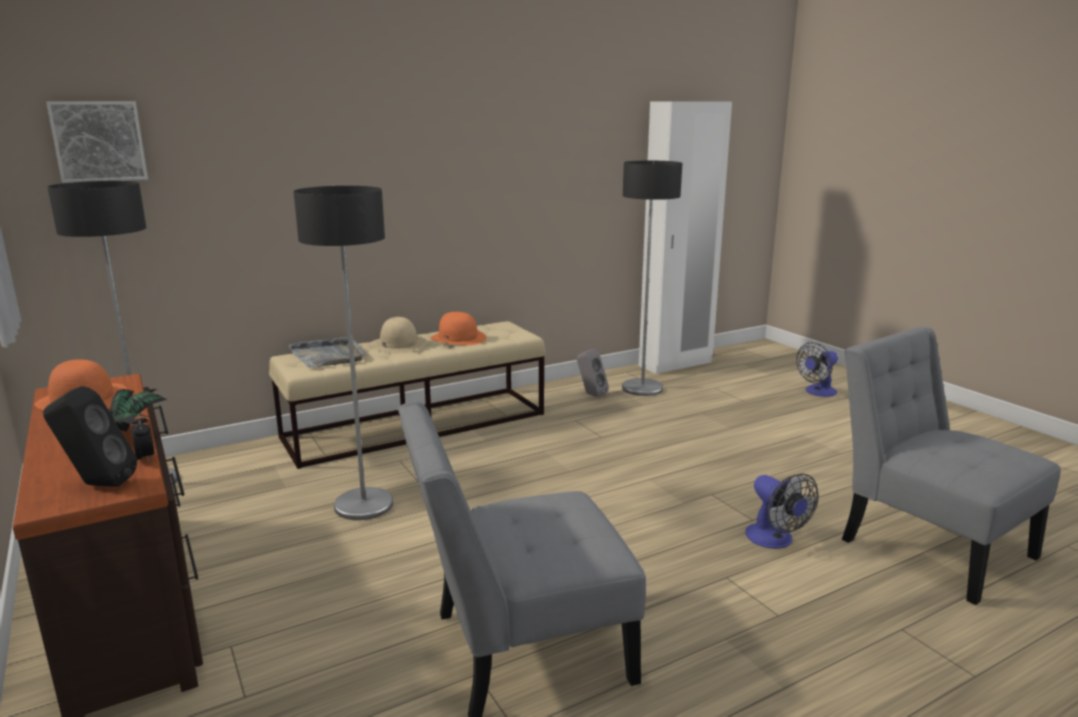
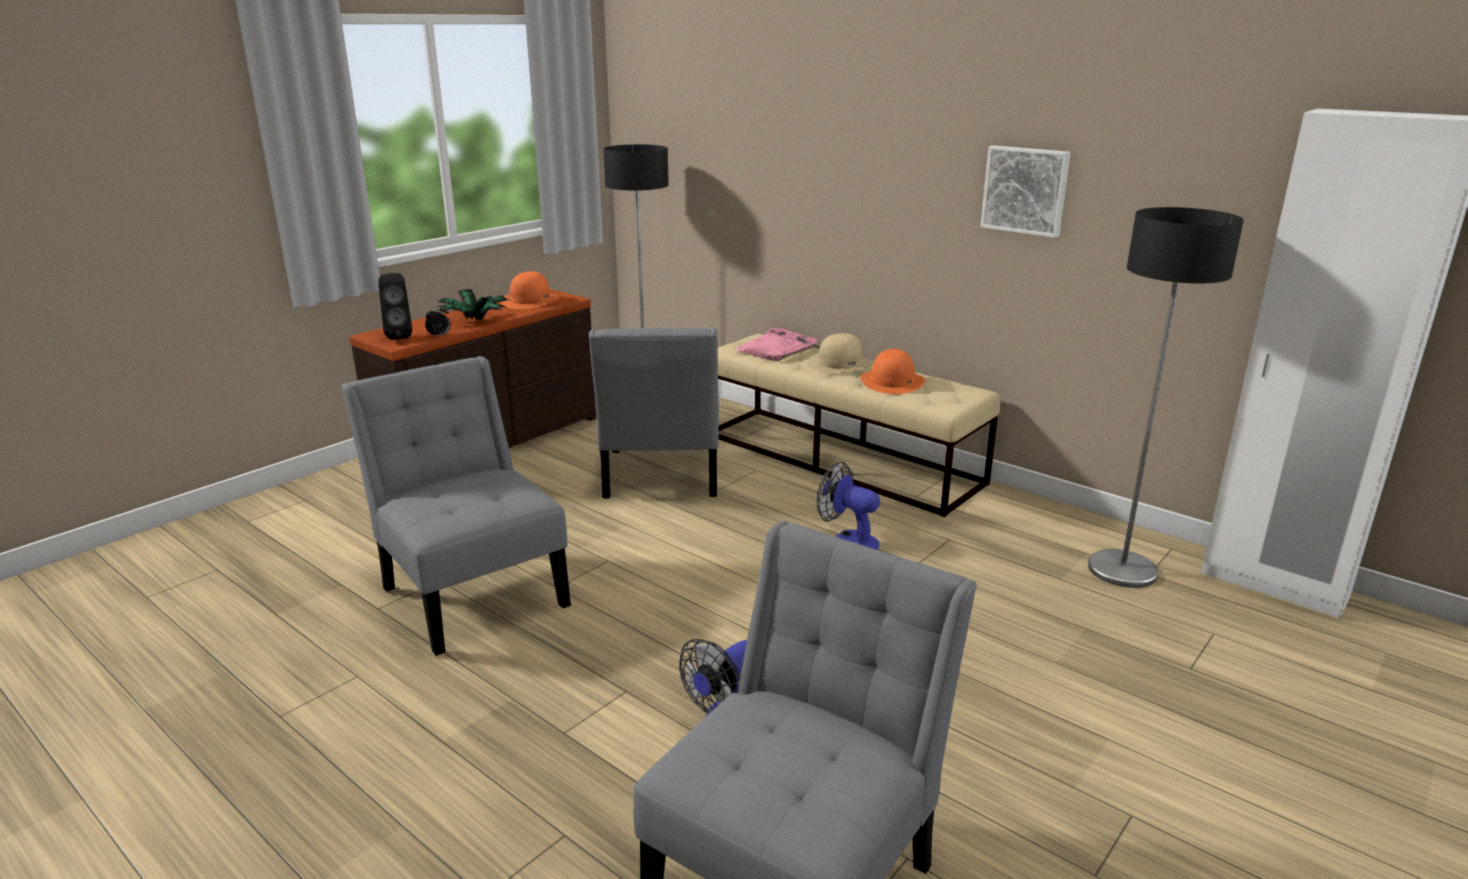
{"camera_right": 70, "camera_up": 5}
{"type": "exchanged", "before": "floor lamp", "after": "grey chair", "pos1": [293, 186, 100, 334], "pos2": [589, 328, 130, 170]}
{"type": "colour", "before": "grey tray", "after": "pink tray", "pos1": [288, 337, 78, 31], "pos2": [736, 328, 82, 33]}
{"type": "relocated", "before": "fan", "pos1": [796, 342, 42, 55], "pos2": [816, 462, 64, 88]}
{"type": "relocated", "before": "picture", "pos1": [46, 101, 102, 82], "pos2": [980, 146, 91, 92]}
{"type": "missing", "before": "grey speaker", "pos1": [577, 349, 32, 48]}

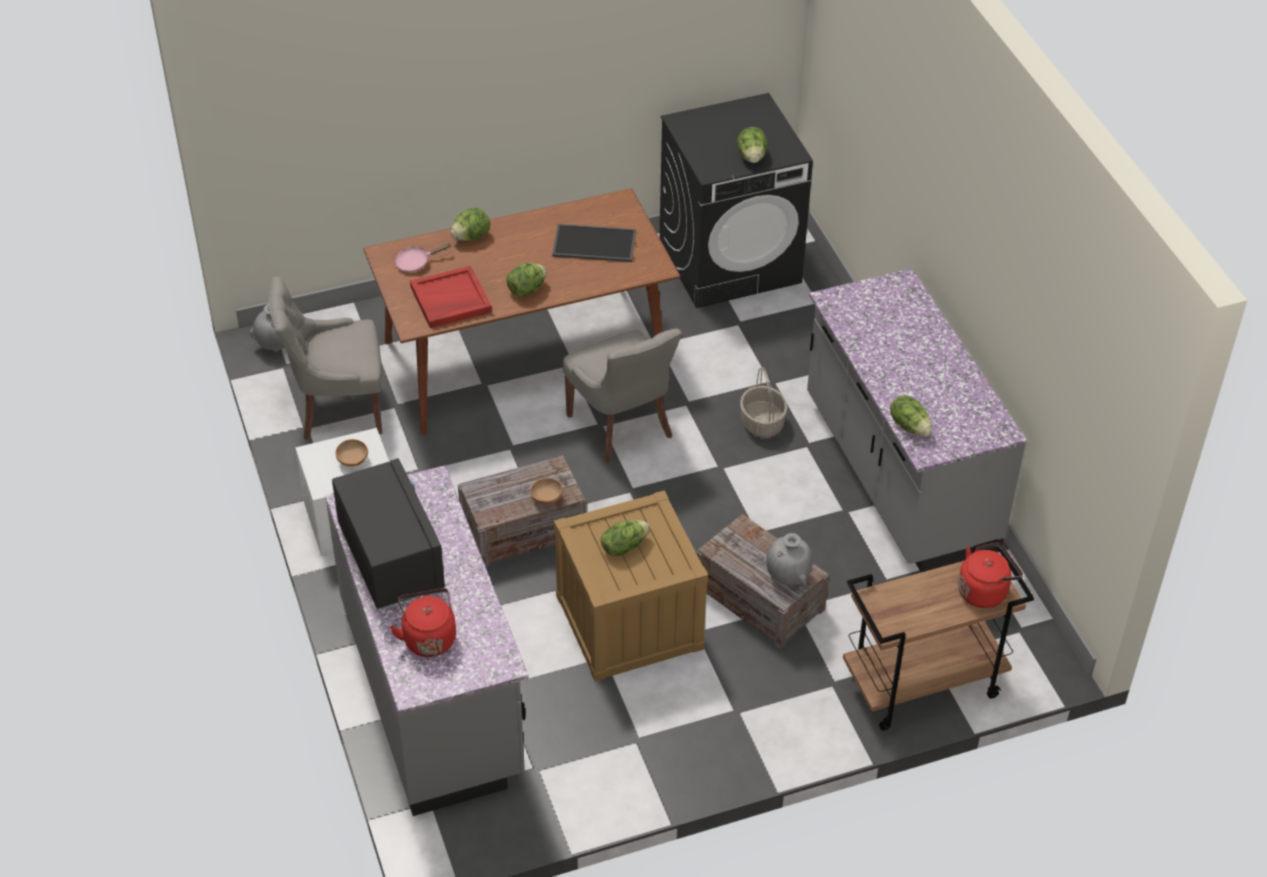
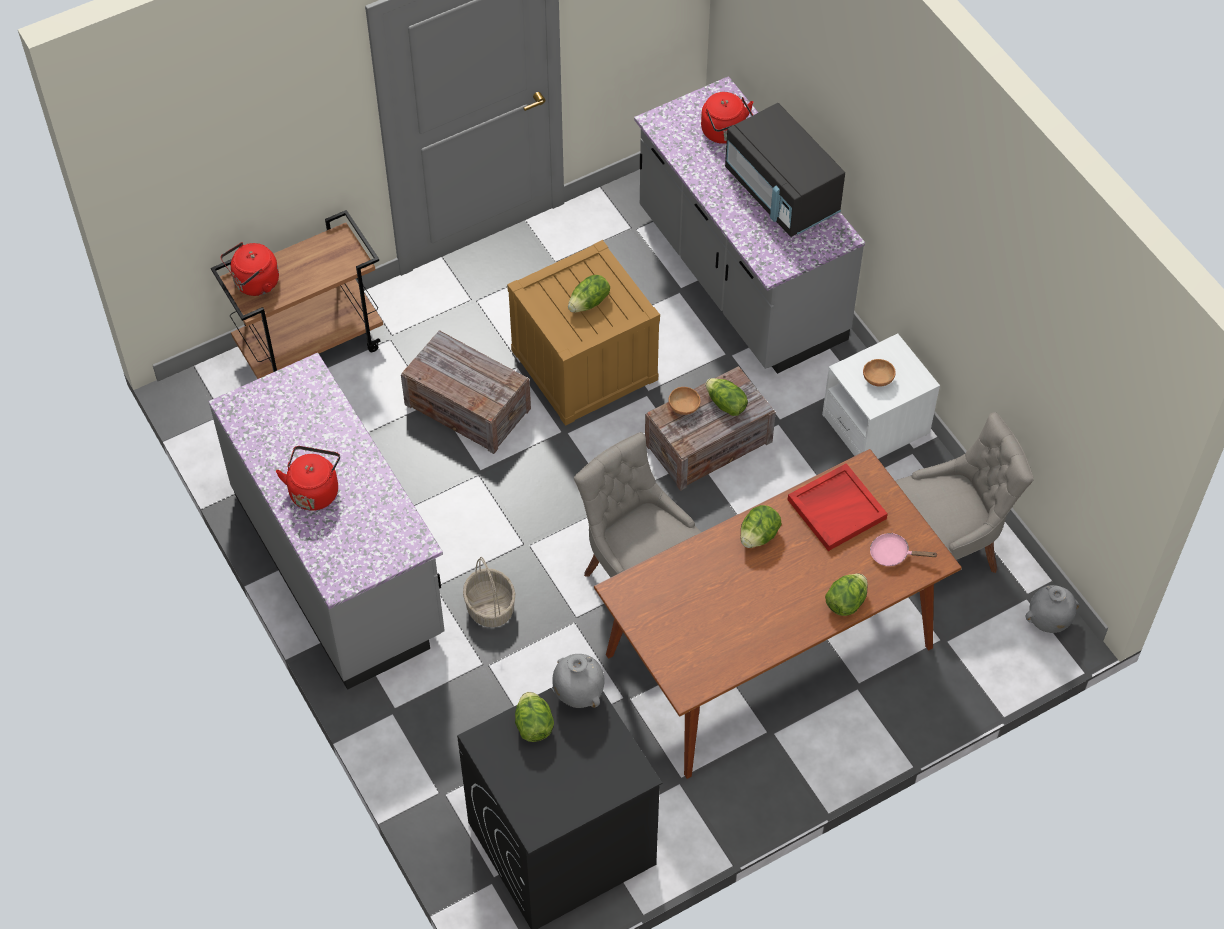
{"camera_right": 170, "camera_up": 10}
{"type": "appeared", "after": "red kettle", "pos2": [276, 446, 64, 65]}
{"type": "relocated", "before": "grey vase", "pos1": [766, 533, 47, 52], "pos2": [552, 654, 53, 54]}
{"type": "relocated", "before": "lettuce", "pos1": [890, 395, 42, 41], "pos2": [705, 378, 43, 38]}
{"type": "spun", "before": "pink frying pan", "pos1": [395, 243, 57, 29], "pos2": [870, 533, 68, 33], "turn": -135}
{"type": "missing", "before": "tray", "pos1": [552, 224, 84, 38]}

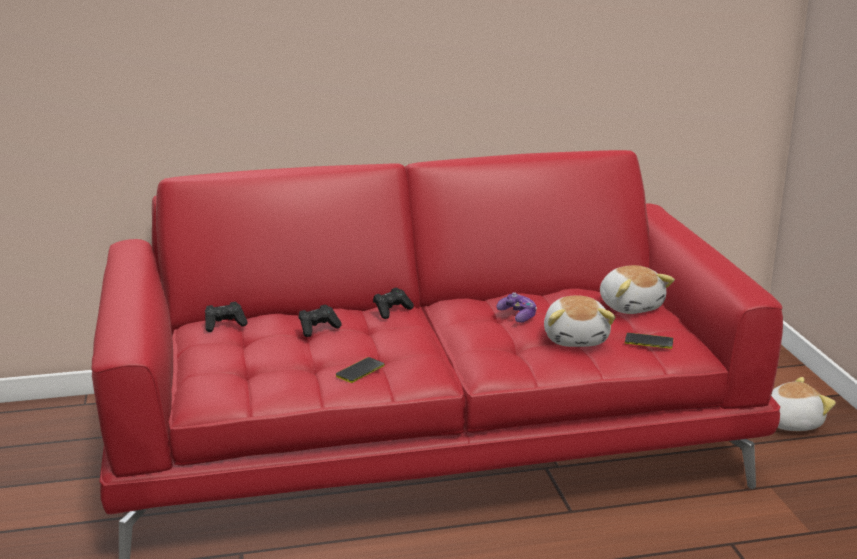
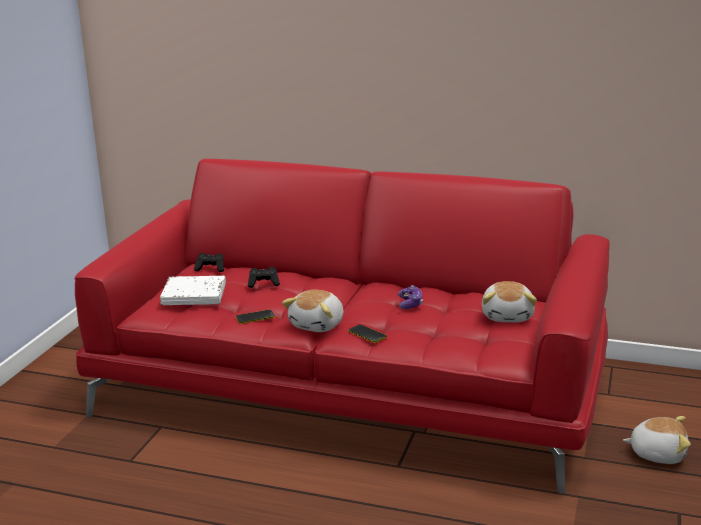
{"camera_right": 30, "camera_up": 0}
{"type": "appeared", "after": "white book", "pos2": [160, 276, 66, 29]}
{"type": "relocated", "before": "plush toy", "pos1": [544, 296, 72, 51], "pos2": [282, 290, 61, 42]}
{"type": "relocated", "before": "phone", "pos1": [625, 333, 48, 16], "pos2": [348, 324, 39, 19]}
{"type": "missing", "before": "black game controller", "pos1": [373, 288, 41, 31]}

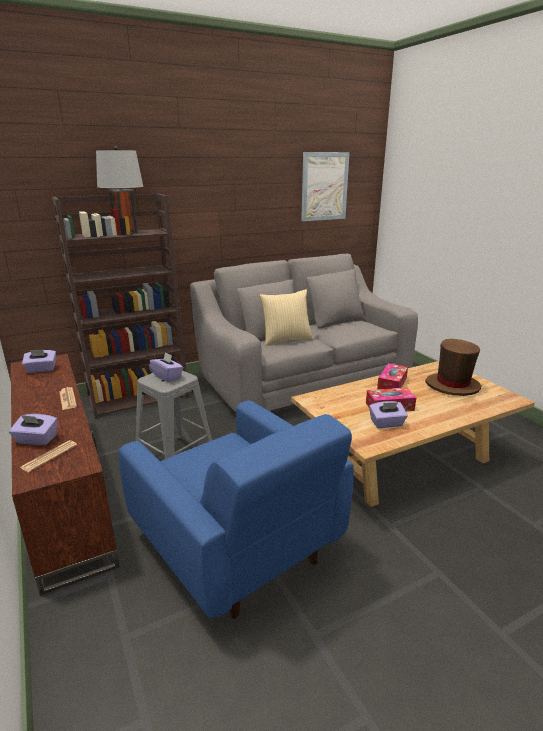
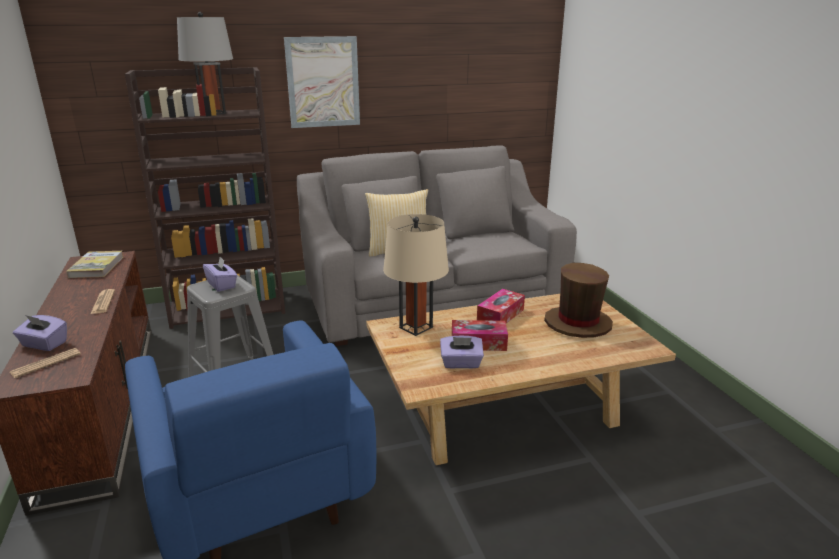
{"camera_right": 10, "camera_up": 0}
{"type": "exchanged", "before": "purple tissue box", "after": "book", "pos1": [22, 349, 34, 24], "pos2": [66, 251, 57, 27]}
{"type": "relocated", "before": "picture", "pos1": [301, 152, 49, 69], "pos2": [284, 36, 76, 92]}
{"type": "appeared", "after": "beige table lamp", "pos2": [383, 214, 66, 122]}

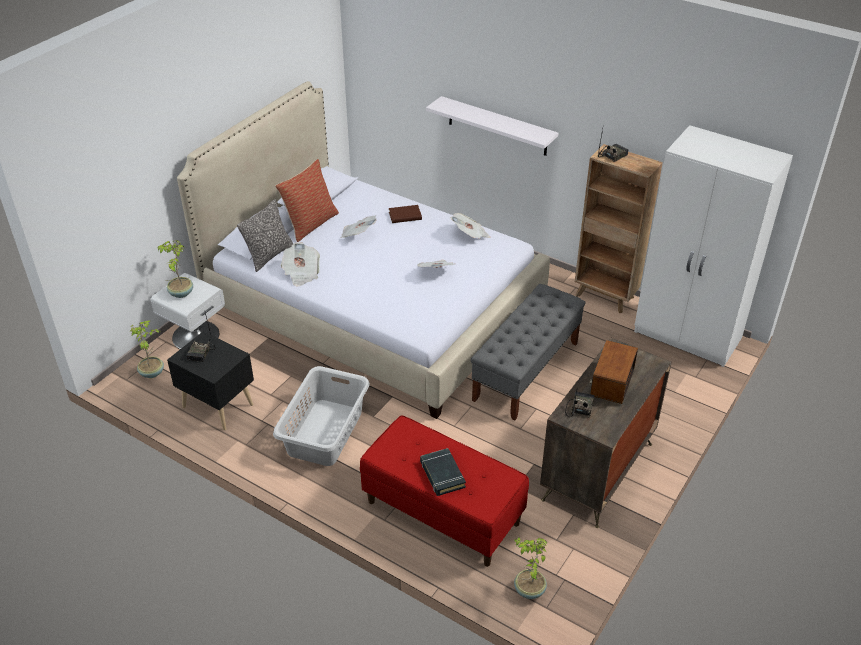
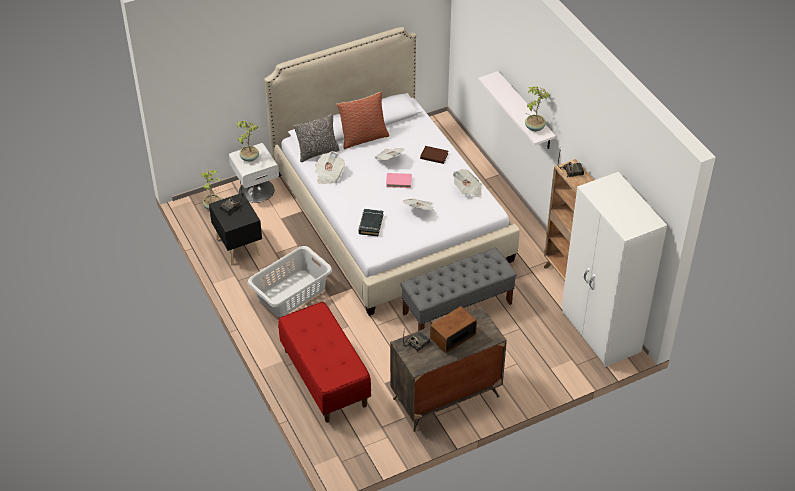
{"camera_right": 30, "camera_up": 5}
{"type": "relocated", "before": "black book", "pos1": [420, 448, 46, 48], "pos2": [359, 209, 24, 27]}
{"type": "appeared", "after": "pink book", "pos2": [386, 173, 26, 15]}
{"type": "relocated", "before": "potted plant", "pos1": [514, 538, 33, 61], "pos2": [525, 87, 25, 45]}

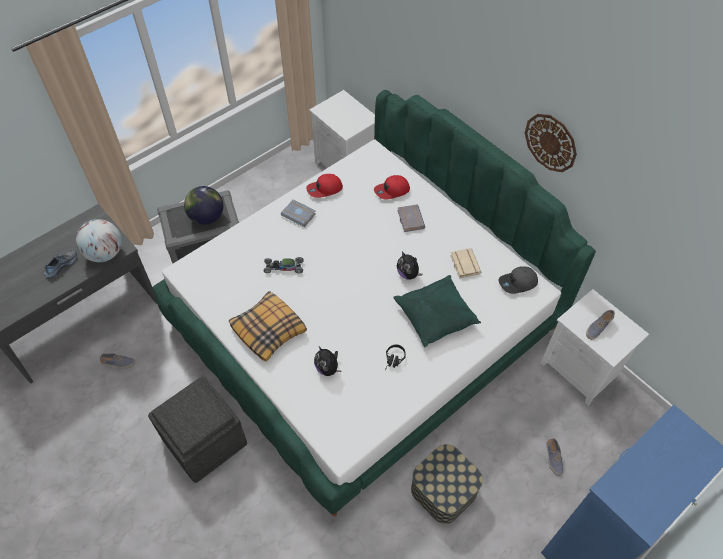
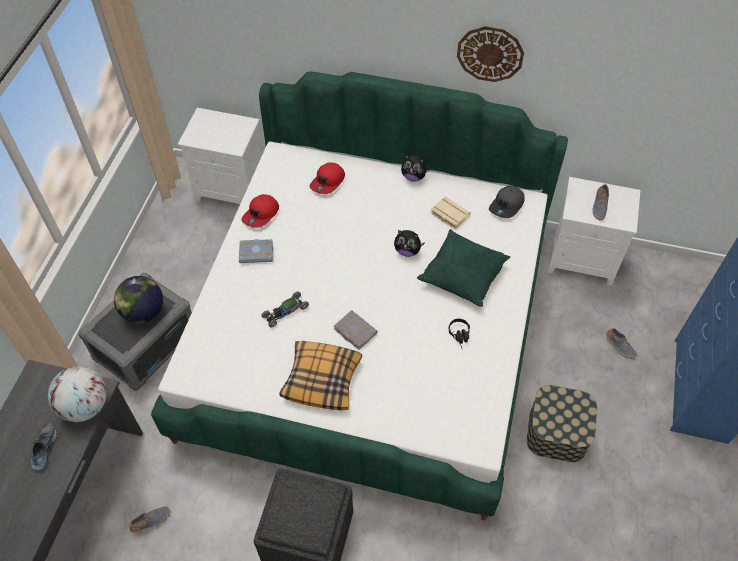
{"camera_right": -35, "camera_up": 0}
{"type": "relocated", "before": "grey book", "pos1": [397, 204, 28, 28], "pos2": [334, 310, 44, 40]}
{"type": "relocated", "before": "plush toy", "pos1": [314, 347, 27, 29], "pos2": [401, 155, 29, 27]}

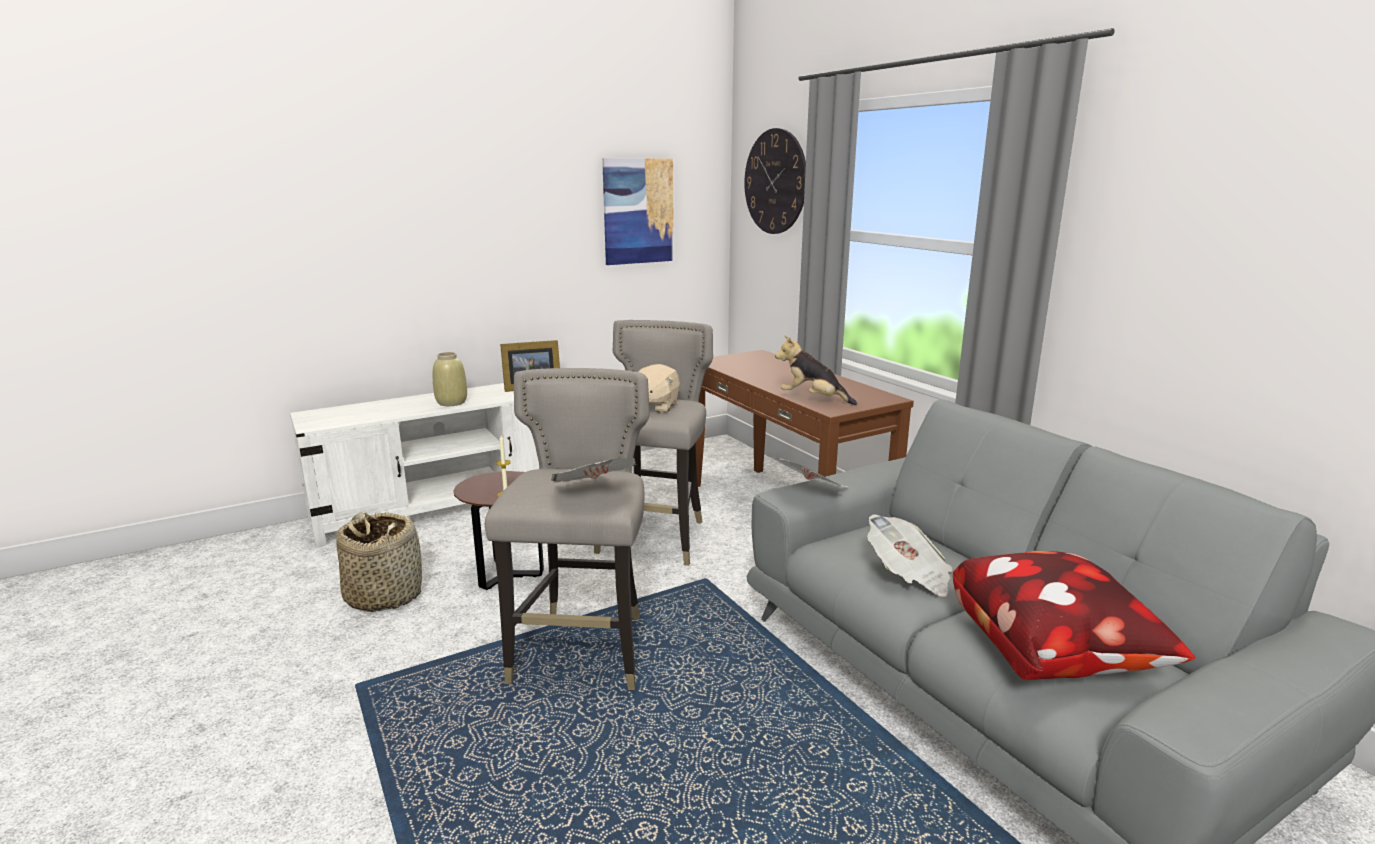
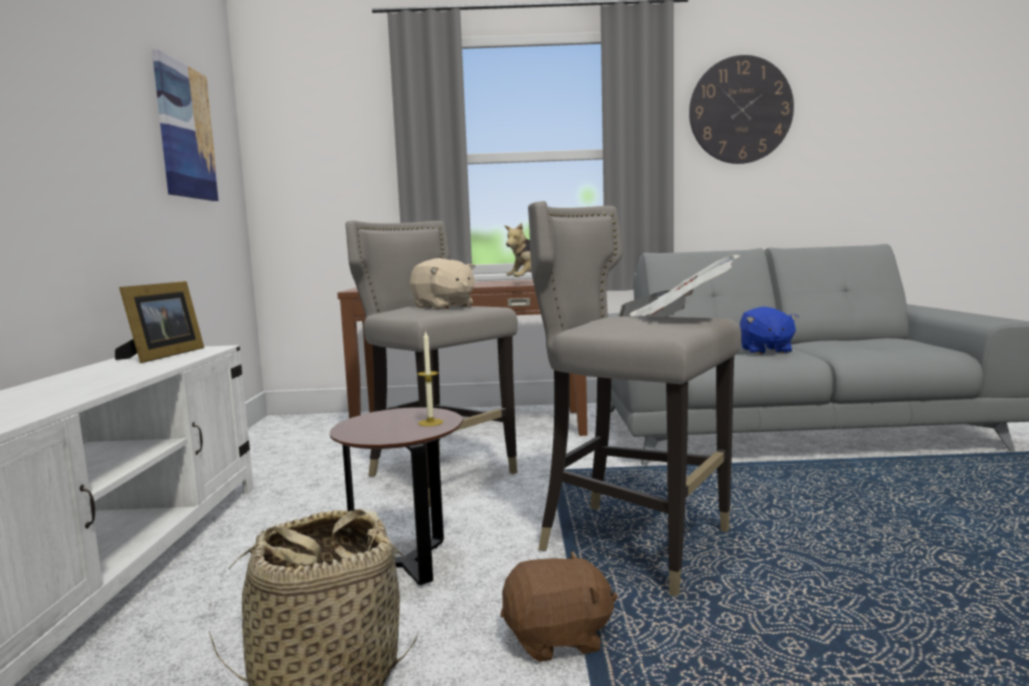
{"camera_right": -60, "camera_up": -10}
{"type": "appeared", "after": "brown plush toy", "pos2": [501, 551, 117, 111]}
{"type": "relocated", "before": "wall clock", "pos1": [744, 128, 62, 106], "pos2": [689, 55, 105, 109]}
{"type": "exchanged", "before": "newspaper", "after": "blue plush toy", "pos1": [867, 514, 85, 83], "pos2": [740, 307, 59, 47]}
{"type": "missing", "before": "beige vase", "pos1": [433, 352, 34, 54]}
{"type": "missing", "before": "pillow", "pos1": [953, 551, 243, 129]}

